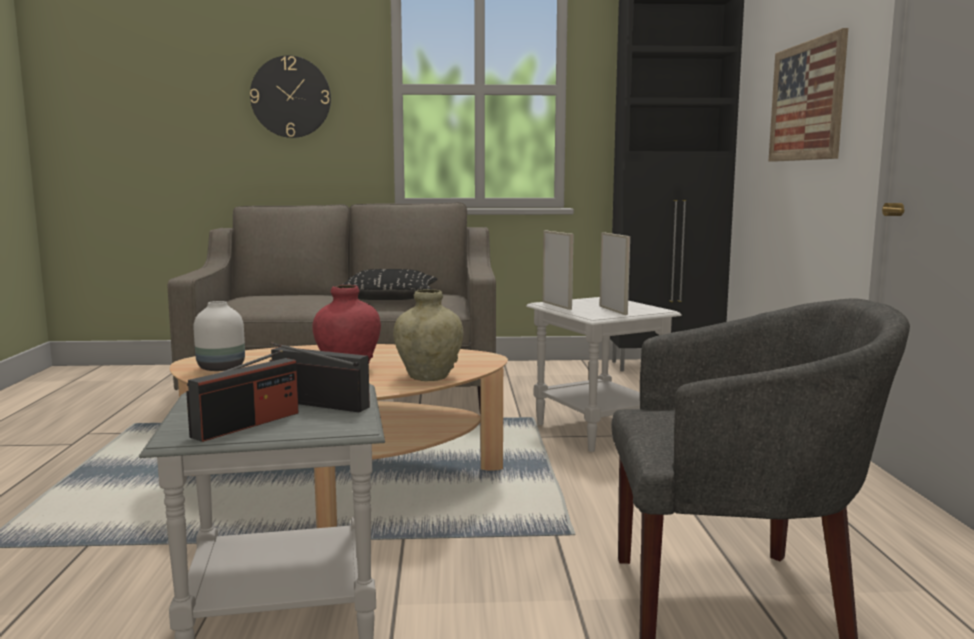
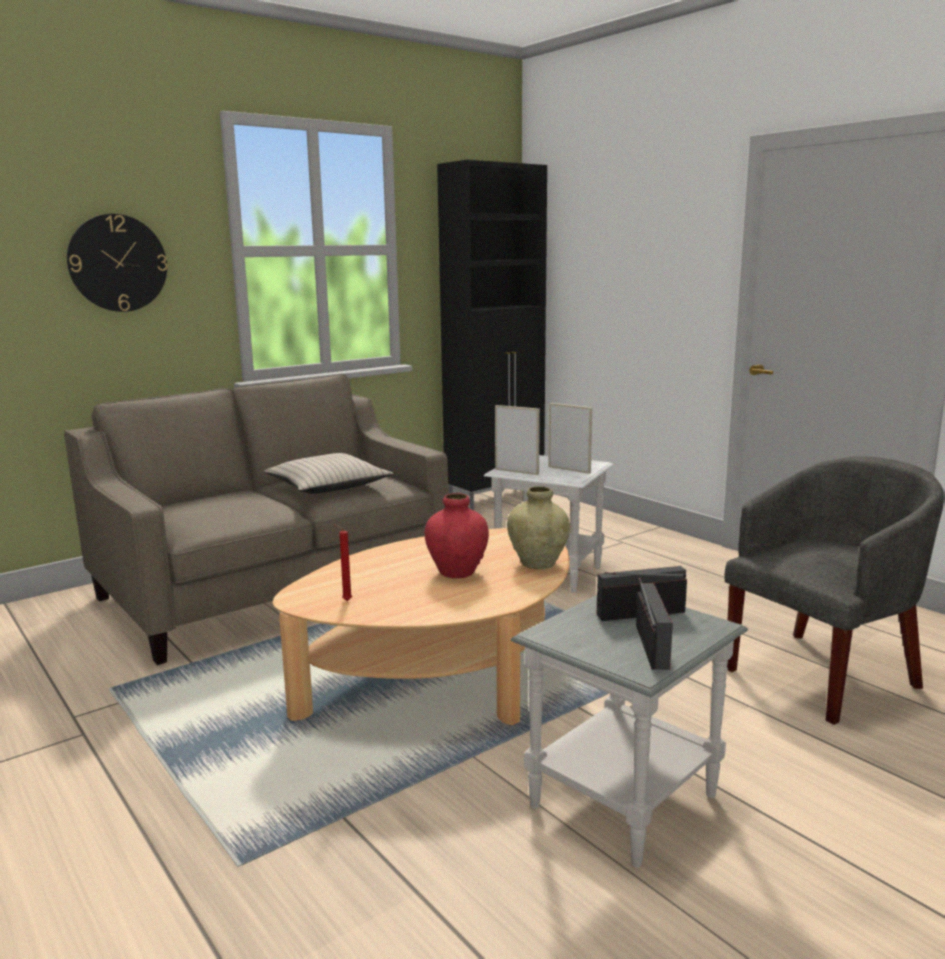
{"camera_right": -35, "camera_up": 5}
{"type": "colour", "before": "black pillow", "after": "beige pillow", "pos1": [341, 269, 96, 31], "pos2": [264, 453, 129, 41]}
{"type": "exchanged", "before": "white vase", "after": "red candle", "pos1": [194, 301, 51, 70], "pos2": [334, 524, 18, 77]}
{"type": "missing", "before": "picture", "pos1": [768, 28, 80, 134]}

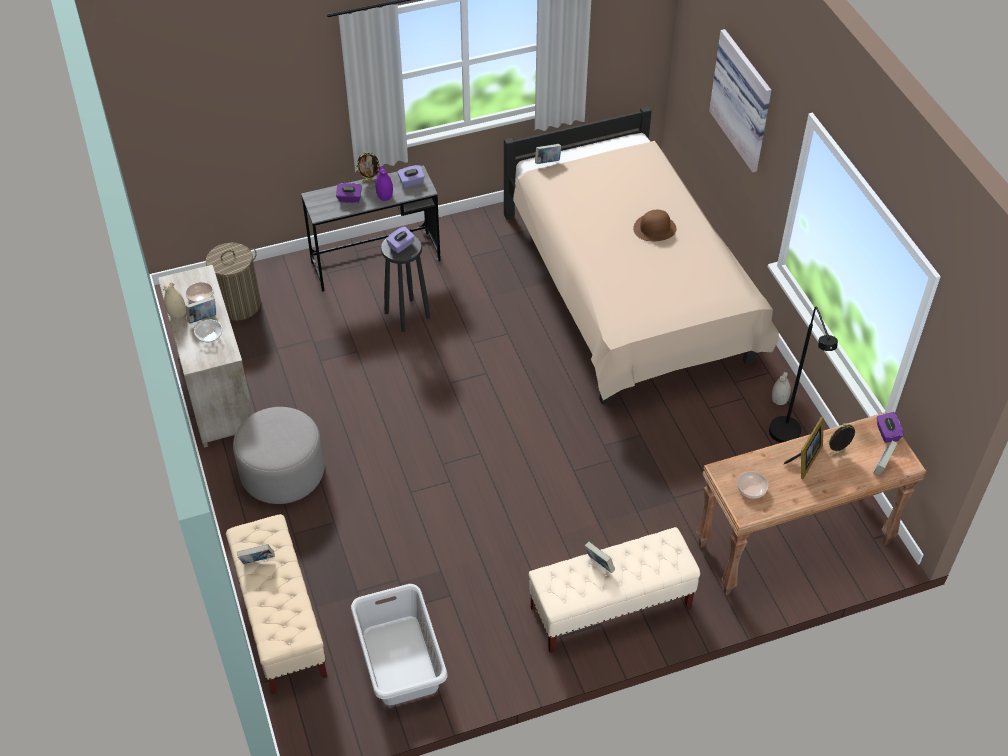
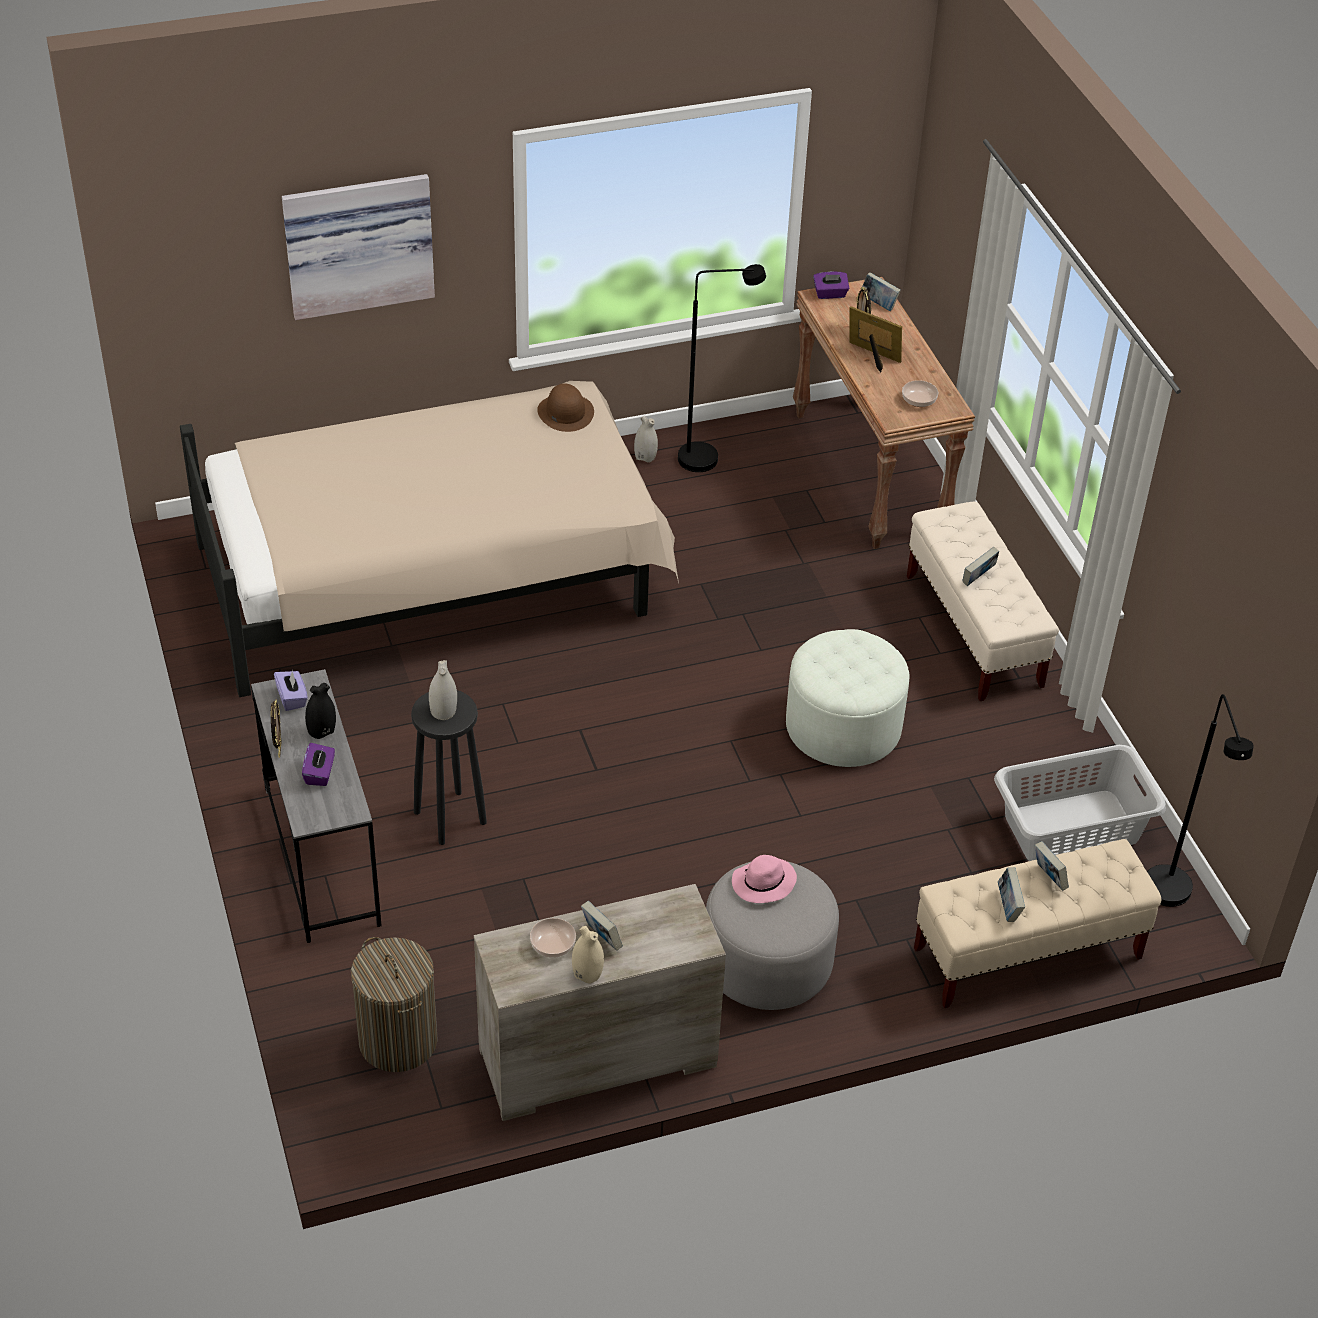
{"camera_right": -90, "camera_up": -5}
{"type": "colour", "before": "purple vase", "after": "black vase", "pos1": [375, 166, 18, 35], "pos2": [305, 683, 31, 56]}
{"type": "exchanged", "before": "purple tissue box", "after": "white vase", "pos1": [386, 226, 29, 27], "pos2": [429, 660, 28, 60]}
{"type": "relocated", "before": "brown hat", "pos1": [633, 210, 43, 31], "pos2": [537, 383, 57, 49]}
{"type": "appeared", "after": "pink hat", "pos2": [732, 855, 65, 48]}
{"type": "appeared", "after": "white ottoman", "pos2": [786, 629, 123, 138]}
{"type": "relocated", "before": "book", "pos1": [535, 144, 27, 20], "pos2": [1035, 841, 34, 50]}
{"type": "appeared", "after": "black floor lamp", "pos2": [1147, 694, 107, 213]}
{"type": "missing", "before": "bowl", "pos1": [194, 320, 28, 22]}

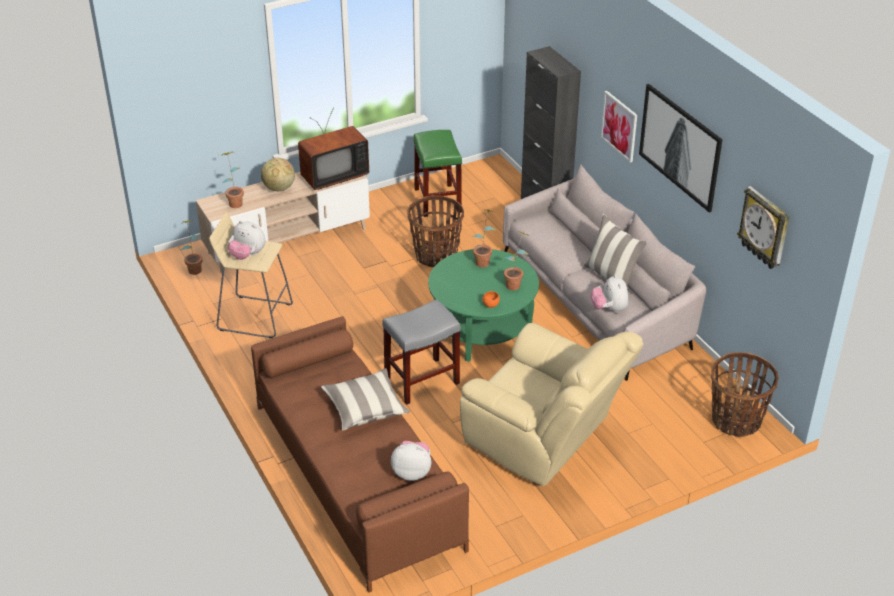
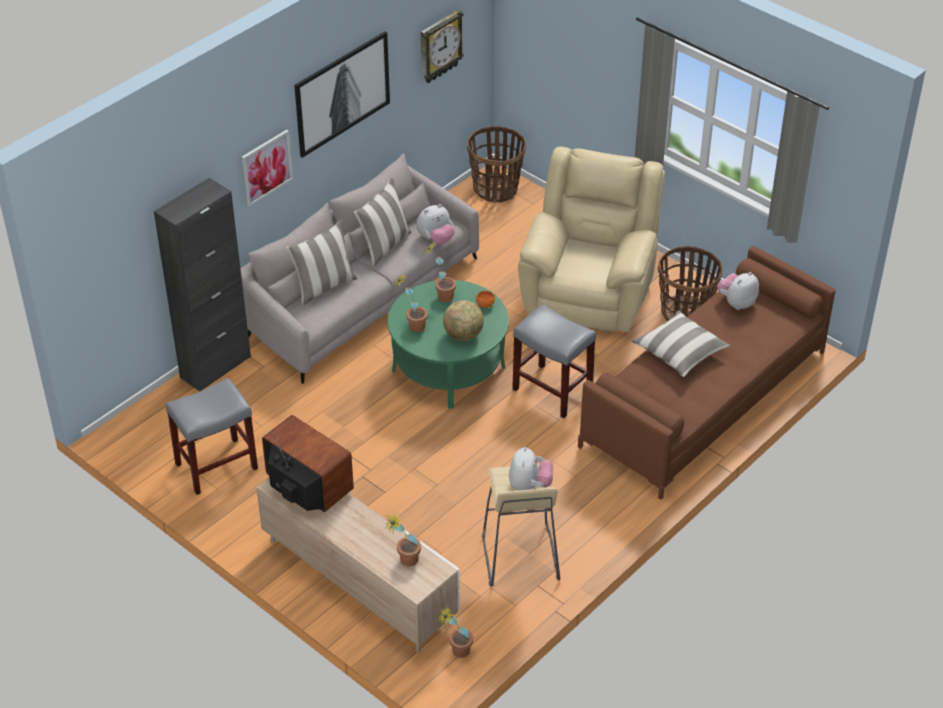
{"camera_right": -110, "camera_up": 5}
{"type": "colour", "before": "green stool", "after": "grey stool", "pos1": [413, 130, 49, 87], "pos2": [166, 378, 92, 117]}
{"type": "appeared", "after": "pillow", "pos2": [286, 220, 71, 86]}
{"type": "relocated", "before": "globe", "pos1": [261, 158, 34, 33], "pos2": [443, 300, 41, 41]}
{"type": "relocated", "before": "basket", "pos1": [407, 195, 57, 72], "pos2": [658, 246, 65, 75]}
{"type": "spun", "before": "plush toy", "pos1": [391, 441, 40, 40], "pos2": [717, 272, 42, 38], "turn": 60}

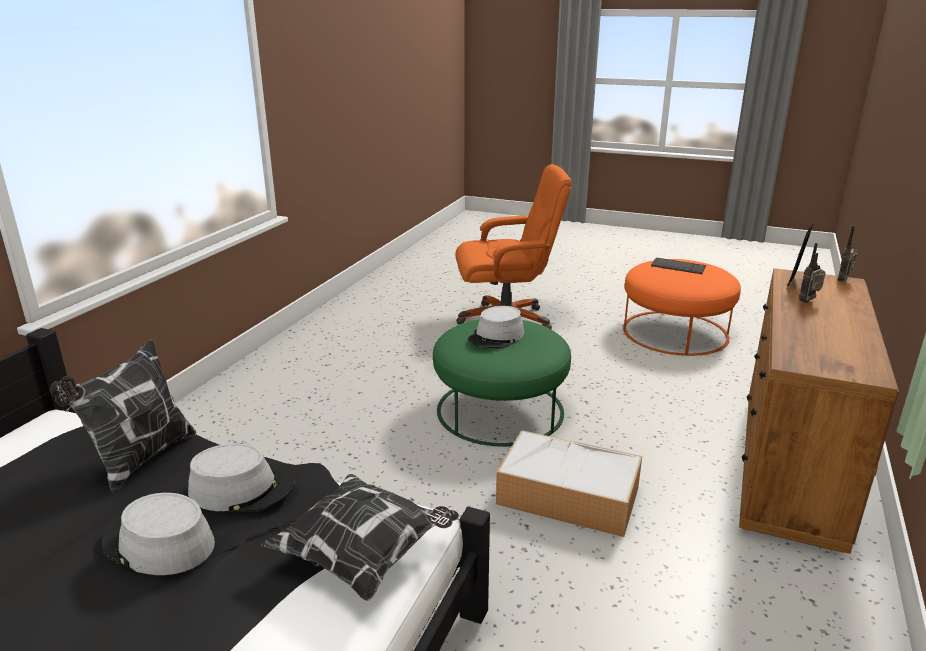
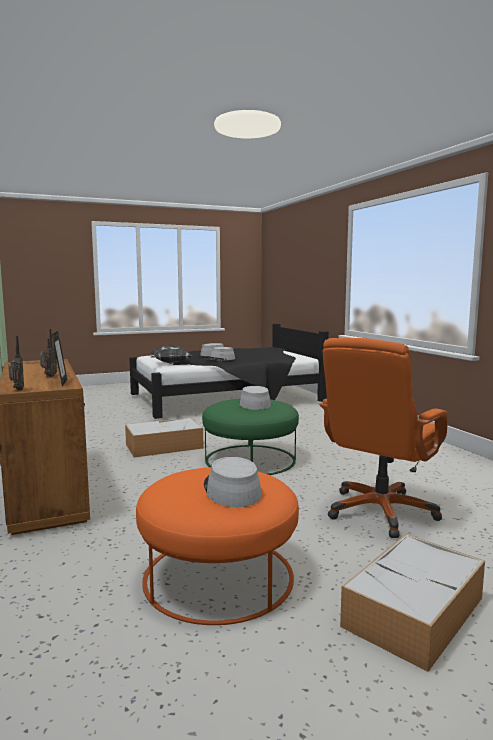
{"camera_right": 135, "camera_up": -15}
{"type": "exchanged", "before": "keyboard", "after": "grey hat", "pos1": [651, 258, 55, 16], "pos2": [204, 457, 58, 50]}
{"type": "appeared", "after": "storage box", "pos2": [340, 534, 145, 138]}
{"type": "missing", "before": "pillow", "pos1": [50, 339, 146, 154]}

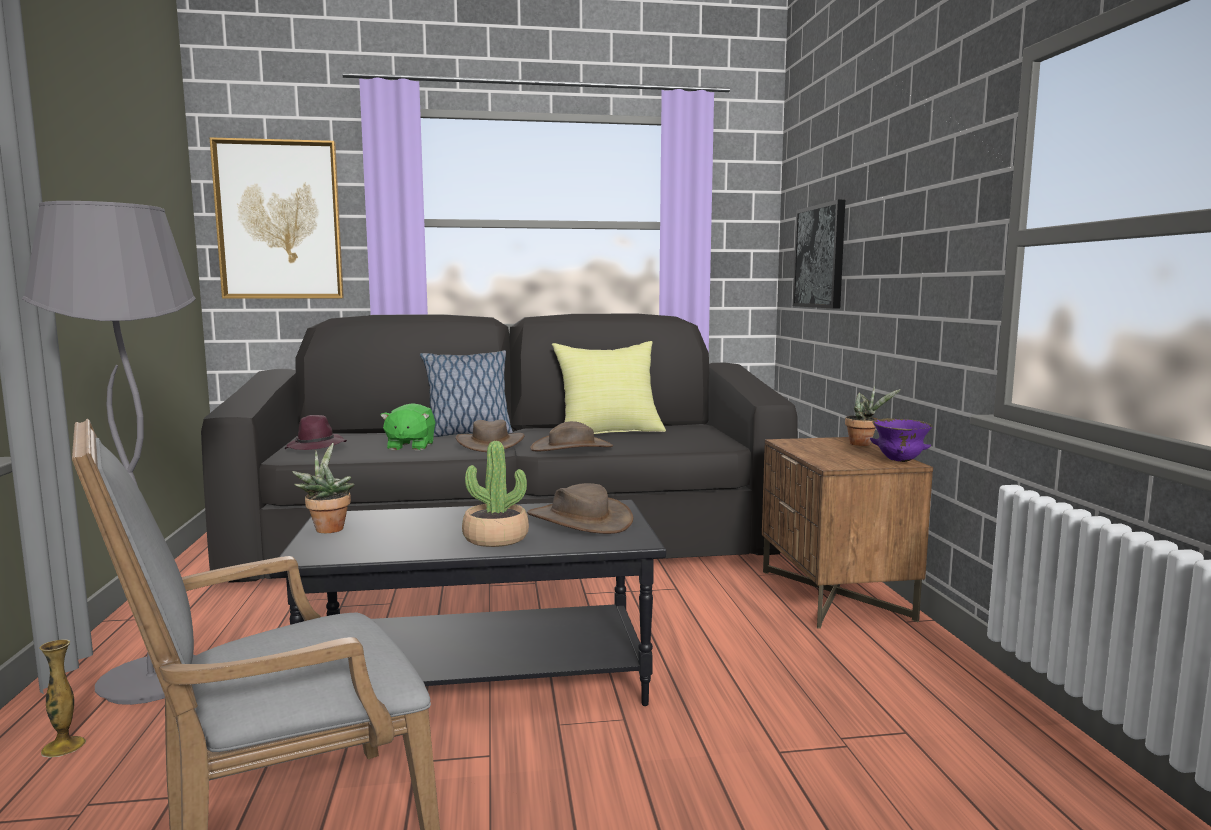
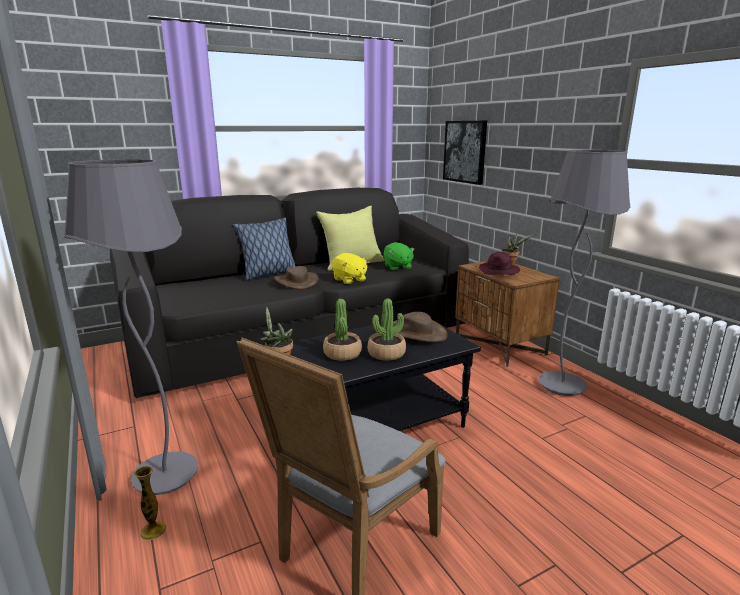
{"camera_right": -20, "camera_up": 10}
{"type": "appeared", "after": "potted plant", "pos2": [323, 299, 39, 62]}
{"type": "exchanged", "before": "brown hat", "after": "yellow plush toy", "pos1": [530, 421, 83, 30], "pos2": [332, 253, 36, 31]}
{"type": "relocated", "before": "green plush toy", "pos1": [380, 403, 55, 47], "pos2": [384, 242, 31, 29]}
{"type": "relocated", "before": "purple hat", "pos1": [285, 415, 62, 35], "pos2": [479, 252, 41, 23]}
{"type": "appeared", "after": "grey floor lamp", "pos2": [538, 150, 93, 246]}
{"type": "missing", "before": "picture", "pos1": [209, 137, 135, 162]}
{"type": "missing", "before": "purple bowl", "pos1": [870, 418, 63, 44]}

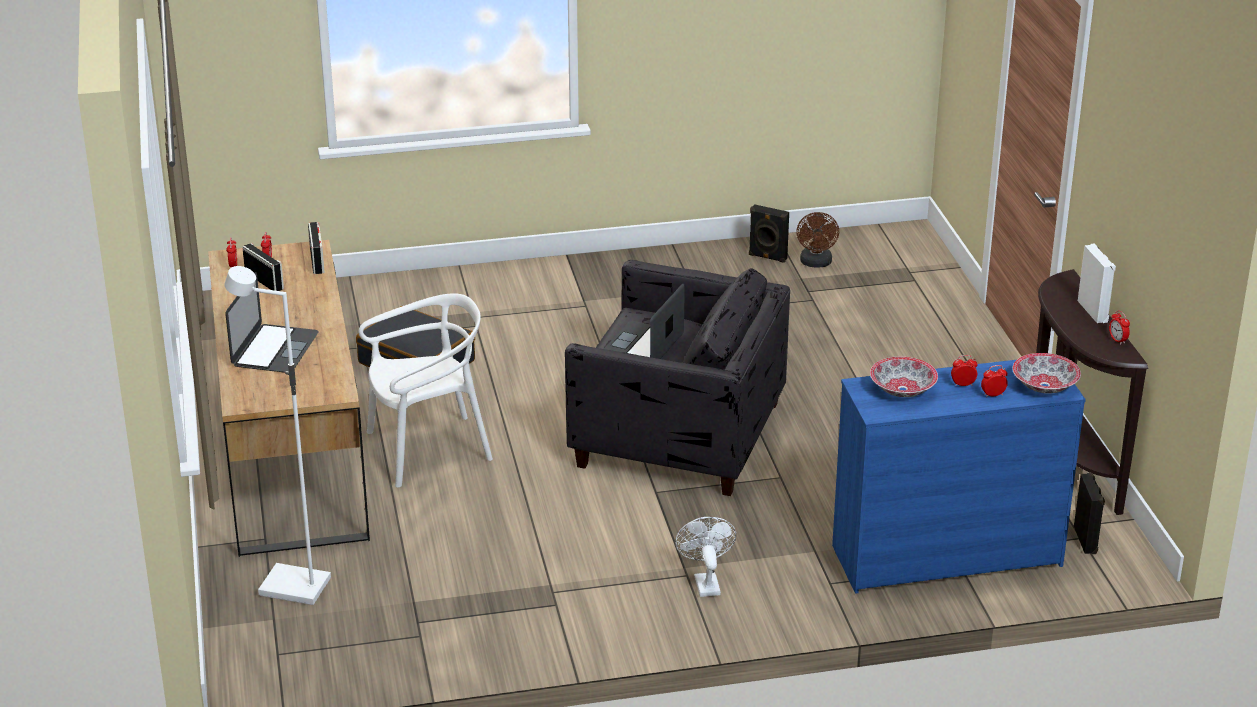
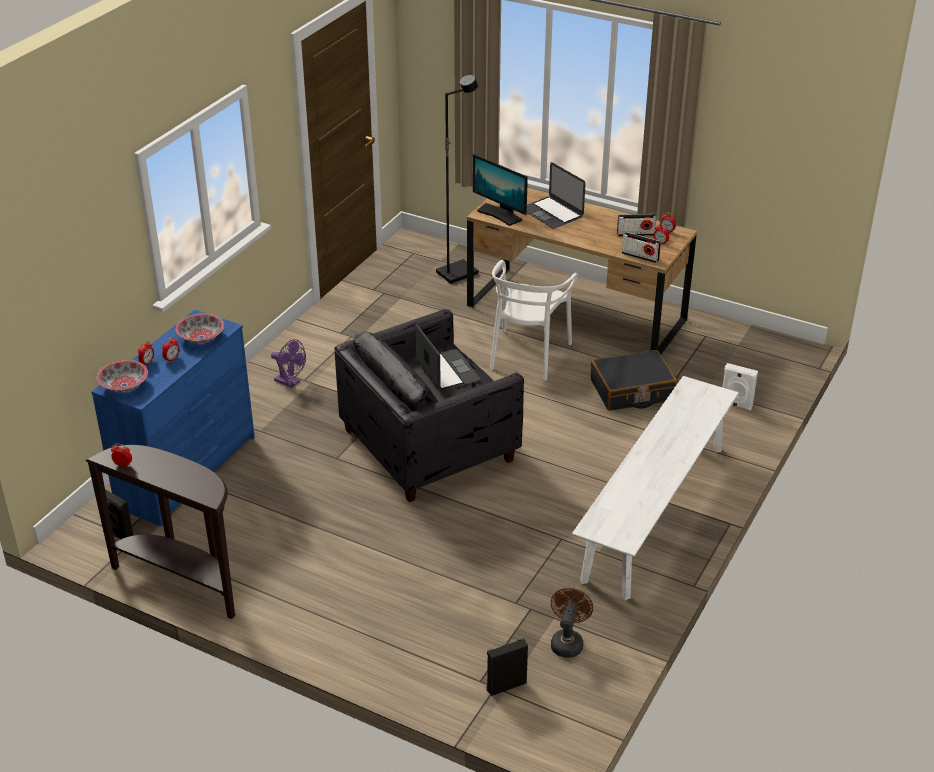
{"camera_right": 130, "camera_up": 5}
{"type": "colour", "before": "white fan", "after": "purple fan", "pos1": [675, 517, 61, 80], "pos2": [271, 339, 35, 49]}
{"type": "colour", "before": "white floor lamp", "after": "black floor lamp", "pos1": [224, 266, 107, 339], "pos2": [436, 75, 43, 209]}
{"type": "appeared", "after": "monitor", "pos2": [473, 154, 55, 72]}
{"type": "relocated", "before": "black speaker", "pos1": [749, 204, 40, 59], "pos2": [487, 638, 41, 58]}
{"type": "spun", "before": "brown fan", "pos1": [796, 212, 43, 56], "pos2": [551, 588, 42, 70], "turn": 60}
{"type": "appeared", "after": "white bench", "pos2": [572, 376, 167, 224]}
{"type": "relocated", "before": "white speaker", "pos1": [1078, 243, 38, 80], "pos2": [723, 363, 35, 48]}

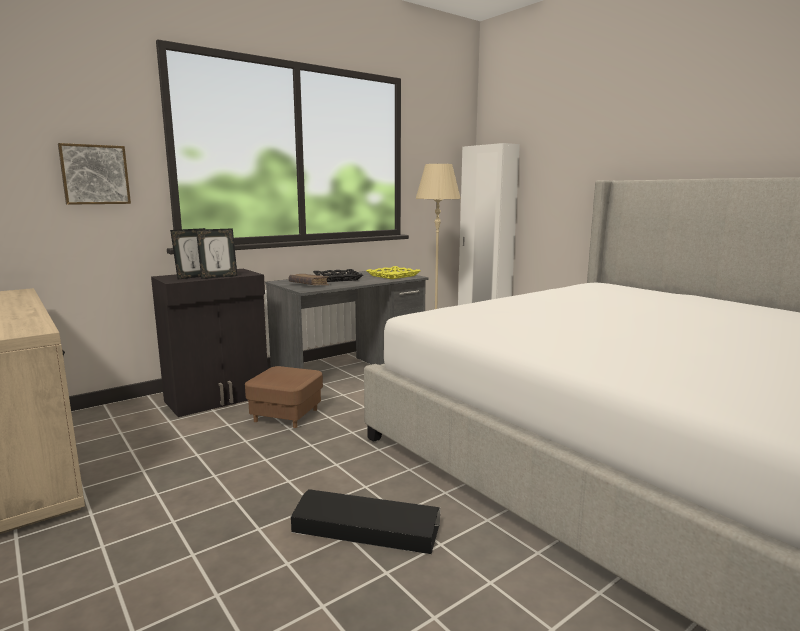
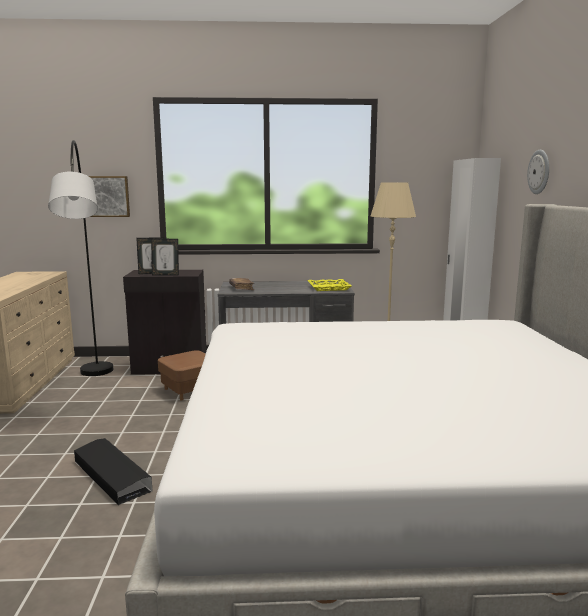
{"camera_right": 35, "camera_up": 0}
{"type": "appeared", "after": "grey floor lamp", "pos2": [48, 140, 65, 236]}
{"type": "appeared", "after": "wall clock", "pos2": [527, 150, 22, 44]}
{"type": "missing", "before": "black tray", "pos1": [313, 269, 50, 13]}

